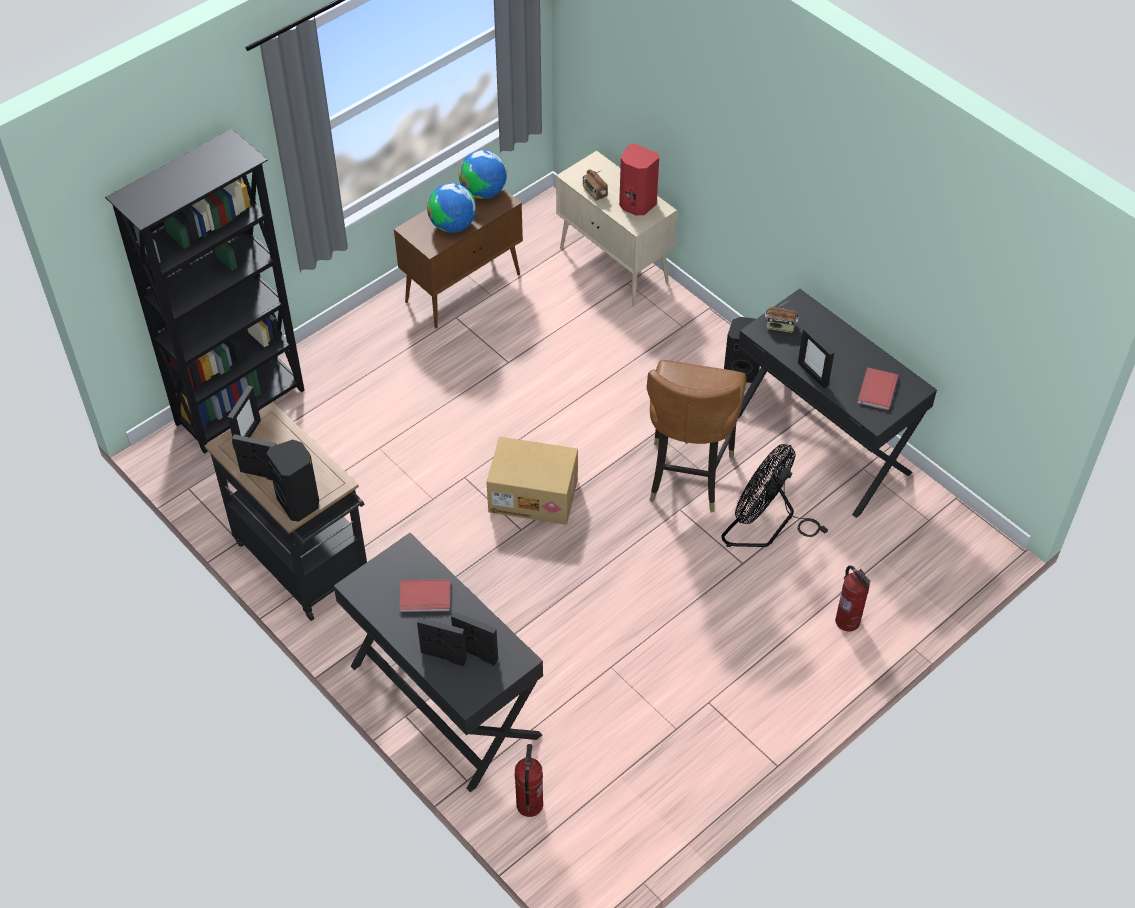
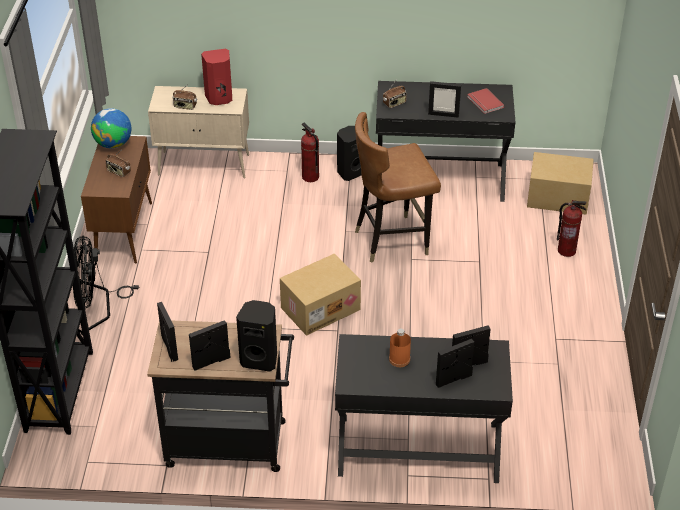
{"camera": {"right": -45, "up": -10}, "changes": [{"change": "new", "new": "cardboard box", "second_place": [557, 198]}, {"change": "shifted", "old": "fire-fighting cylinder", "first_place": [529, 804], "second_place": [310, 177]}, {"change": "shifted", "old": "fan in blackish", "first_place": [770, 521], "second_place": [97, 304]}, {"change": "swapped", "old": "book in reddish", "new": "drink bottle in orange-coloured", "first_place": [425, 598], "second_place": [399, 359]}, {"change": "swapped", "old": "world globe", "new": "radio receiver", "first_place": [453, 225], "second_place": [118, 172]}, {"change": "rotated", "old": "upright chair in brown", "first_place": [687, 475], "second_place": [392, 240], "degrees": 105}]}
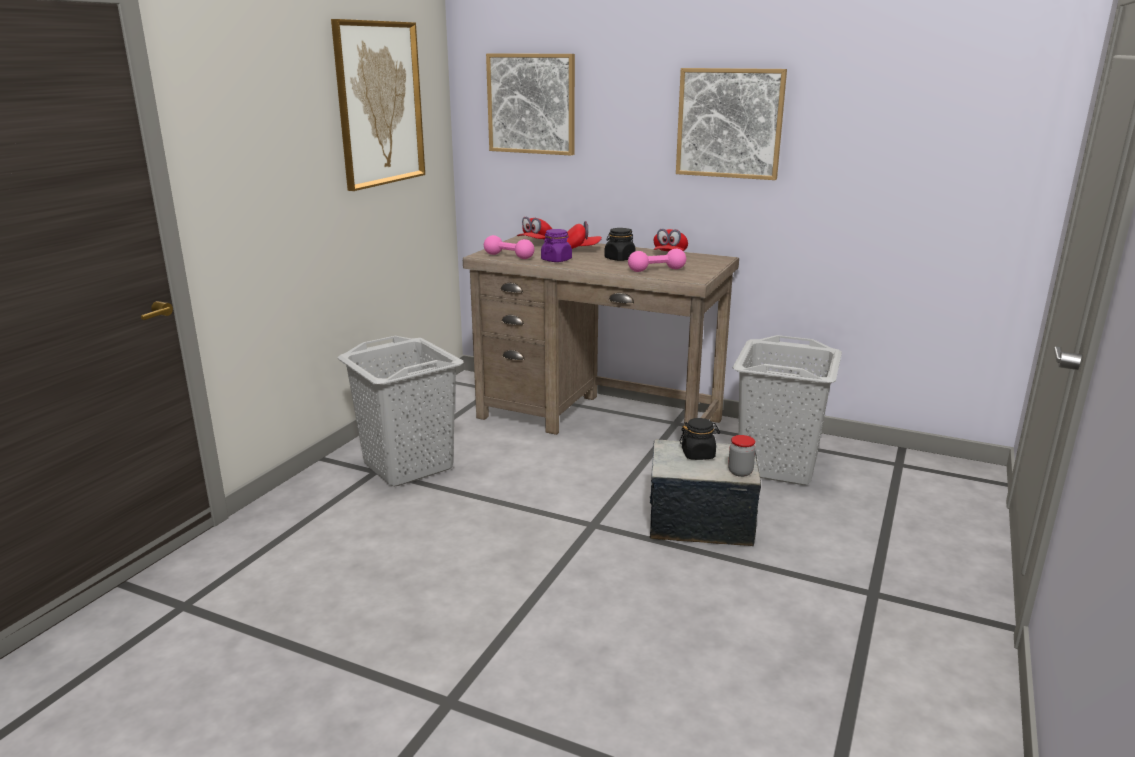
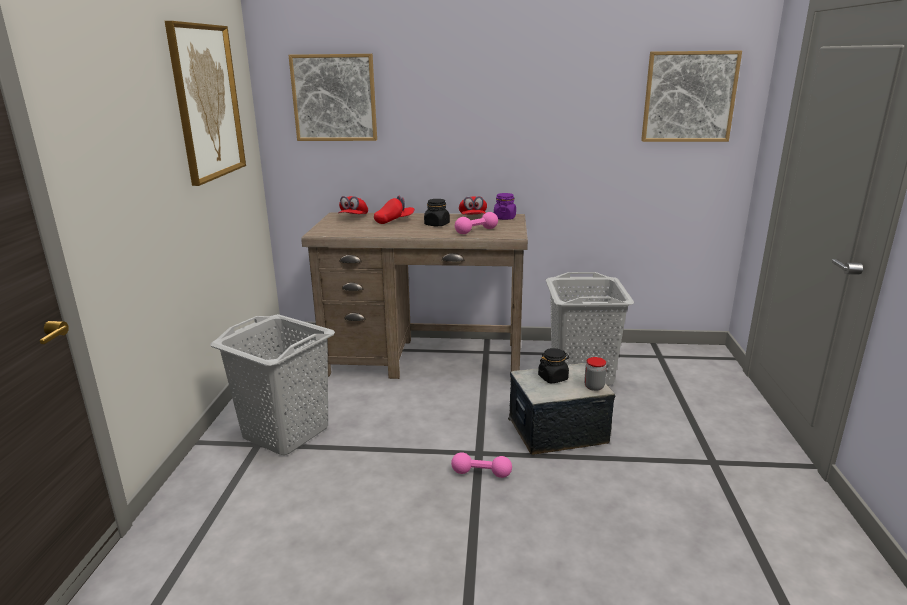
{"camera": {"right": -20, "up": 0}, "changes": [{"change": "shifted", "old": "dumbbell in pink", "first_place": [509, 256], "second_place": [481, 473]}, {"change": "shifted", "old": "storage jar in purple", "first_place": [556, 260], "second_place": [504, 218]}, {"change": "shifted", "old": "picture", "first_place": [729, 123], "second_place": [689, 97]}]}
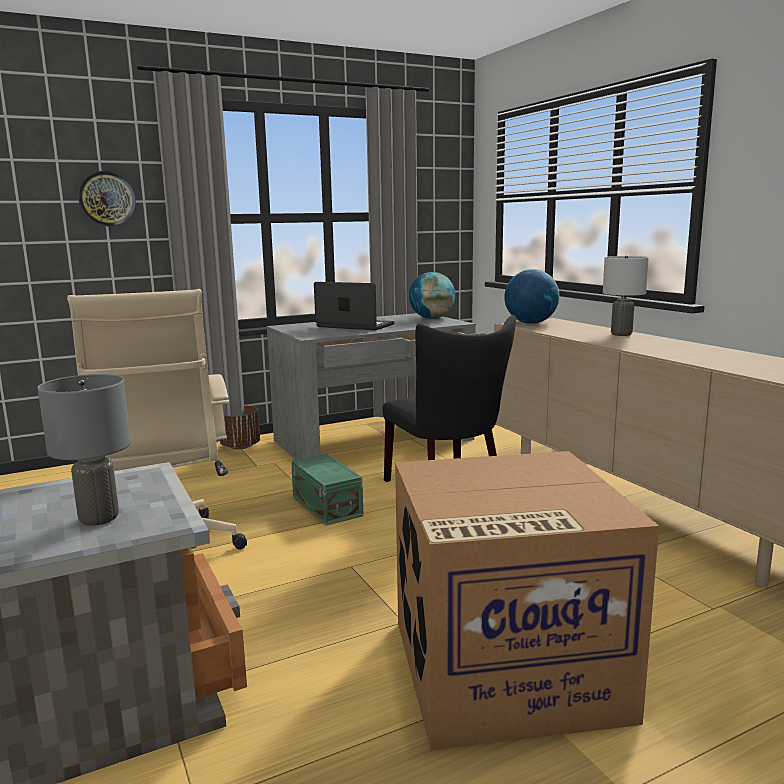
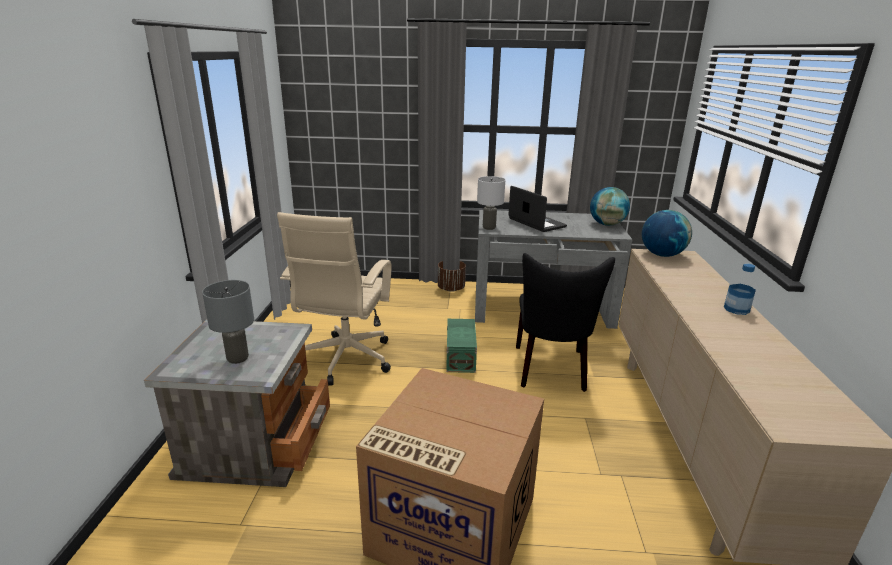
{"camera": {"right": 30, "up": 10}, "changes": [{"change": "gone", "old": "hanging clock", "first_place": [107, 199]}, {"change": "new", "new": "drink bottle", "second_place": [736, 309]}, {"change": "shifted", "old": "tabletop lamp in white", "first_place": [620, 334], "second_place": [488, 228]}]}
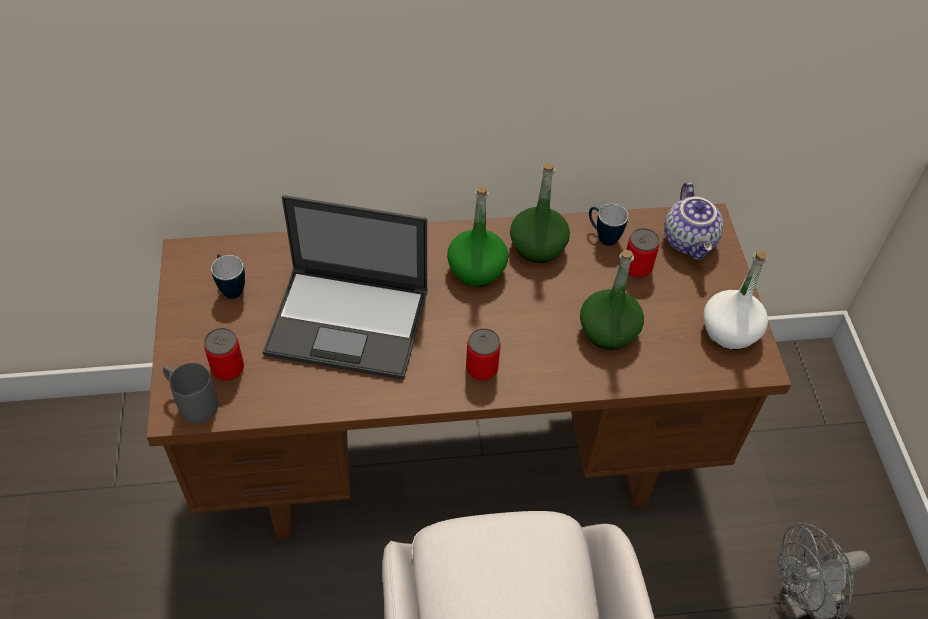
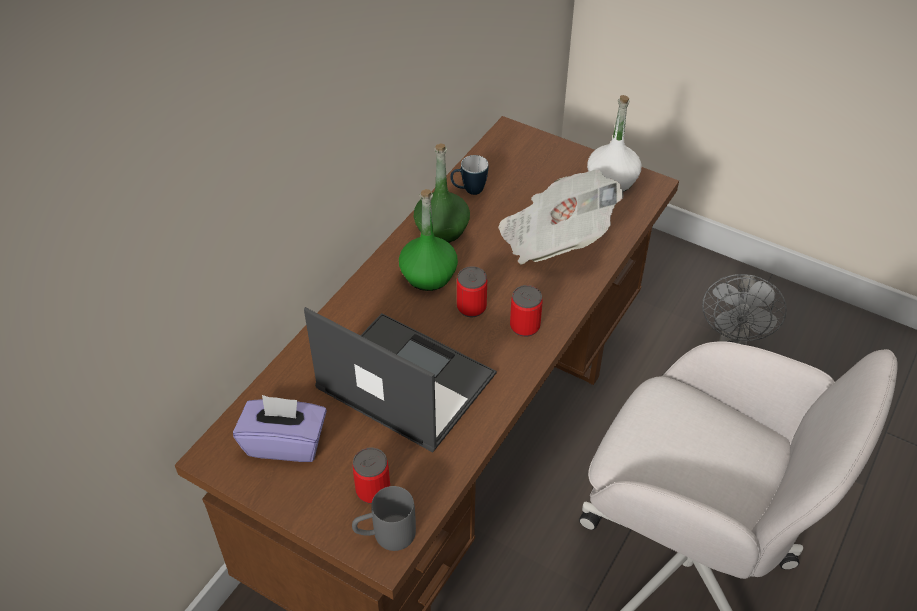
{"camera": {"right": -50, "up": -5}, "changes": [{"change": "gone", "old": "teapot", "first_place": [690, 241]}, {"change": "shifted", "old": "sealed can", "first_place": [637, 268], "second_place": [471, 307]}, {"change": "swapped", "old": "coffee mug", "new": "box of tissues in purple", "first_place": [230, 288], "second_place": [285, 443]}, {"change": "swapped", "old": "drink bottle in green", "new": "printed paper", "first_place": [608, 331], "second_place": [555, 239]}, {"change": "rotated", "old": "portable computer", "first_place": [350, 322], "second_place": [403, 381], "degrees": -105}]}
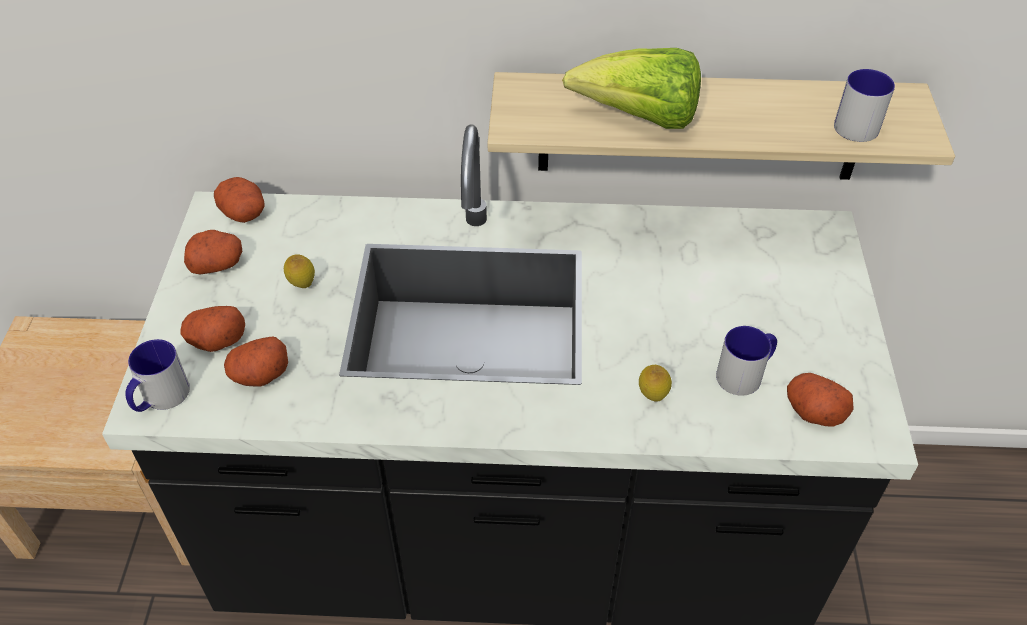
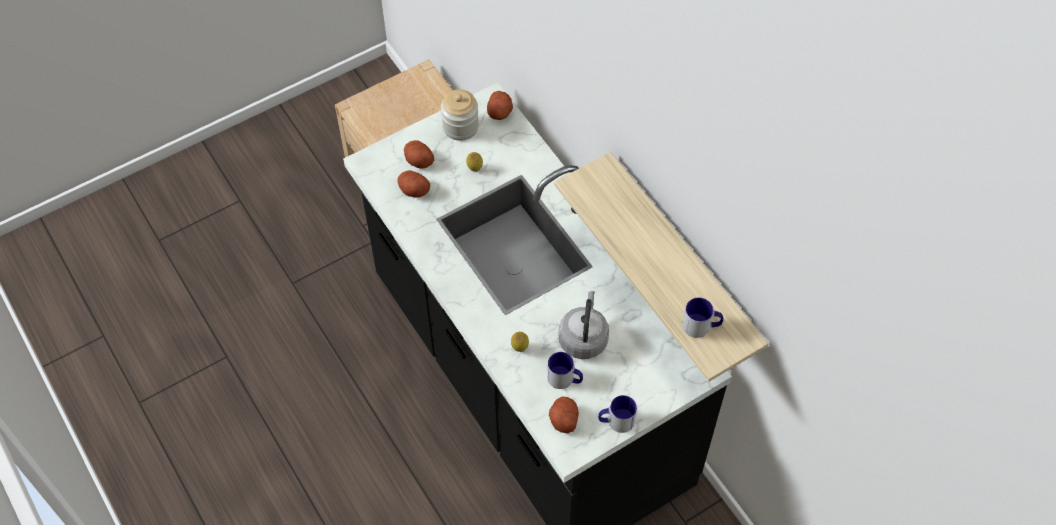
{"camera": {"right": 55, "up": 10}, "changes": [{"change": "gone", "old": "lettuce head", "first_place": [639, 119]}, {"change": "new", "new": "kettle in greyish", "second_place": [583, 338]}, {"change": "shifted", "old": "coffee mug", "first_place": [160, 398], "second_place": [616, 421]}, {"change": "swapped", "old": "spud", "new": "storage jar", "first_place": [217, 264], "second_place": [460, 127]}]}
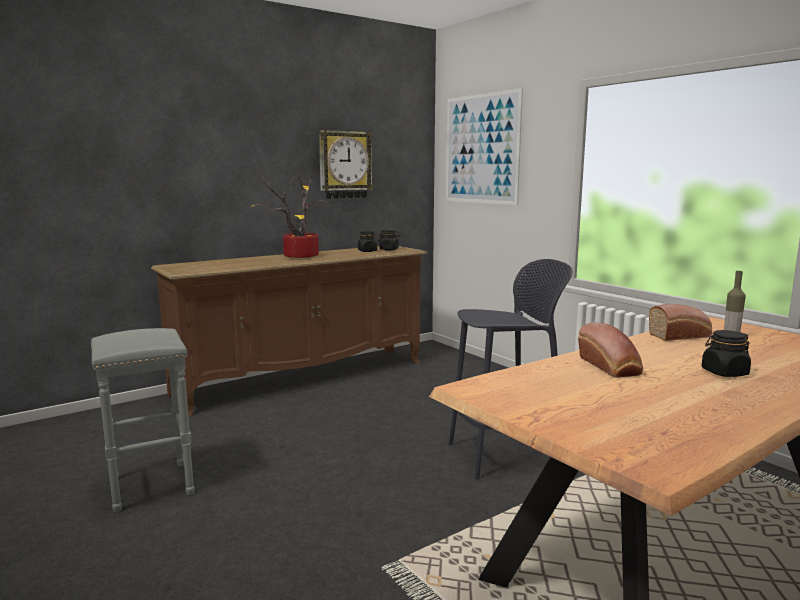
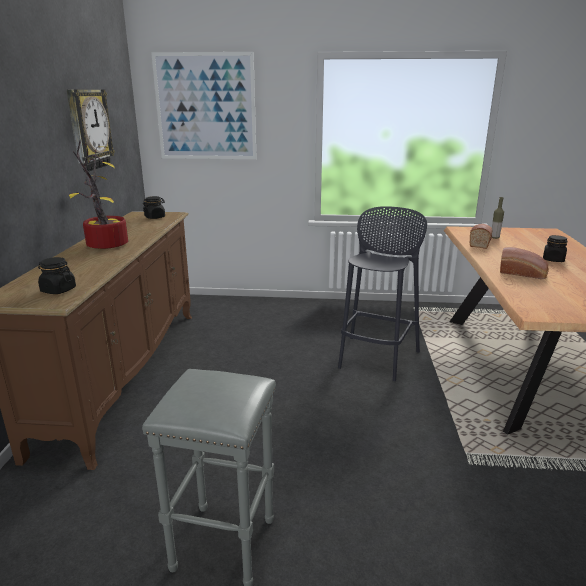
{"camera": {"right": -50, "up": 10}, "changes": [{"change": "shifted", "old": "storage jar in blackish", "first_place": [367, 251], "second_place": [58, 290]}]}
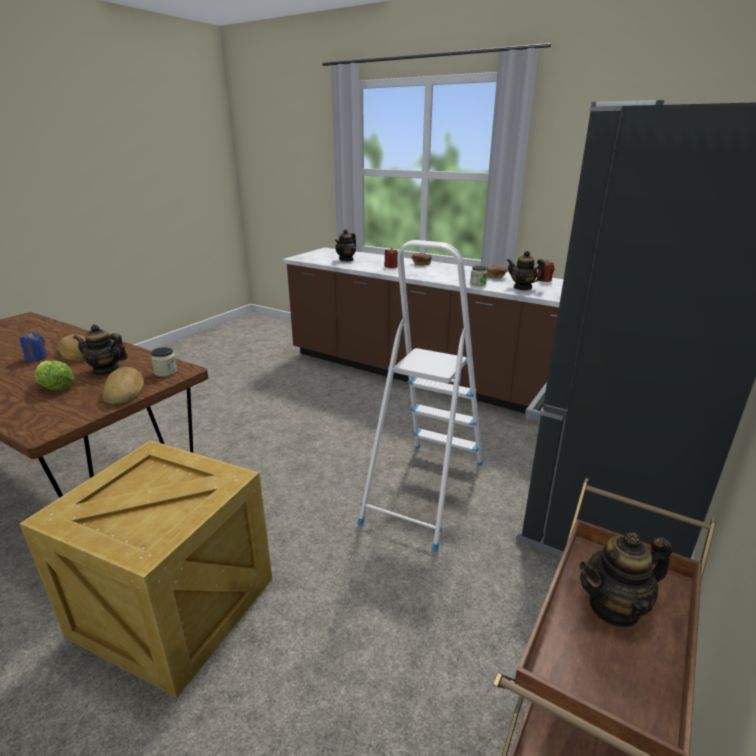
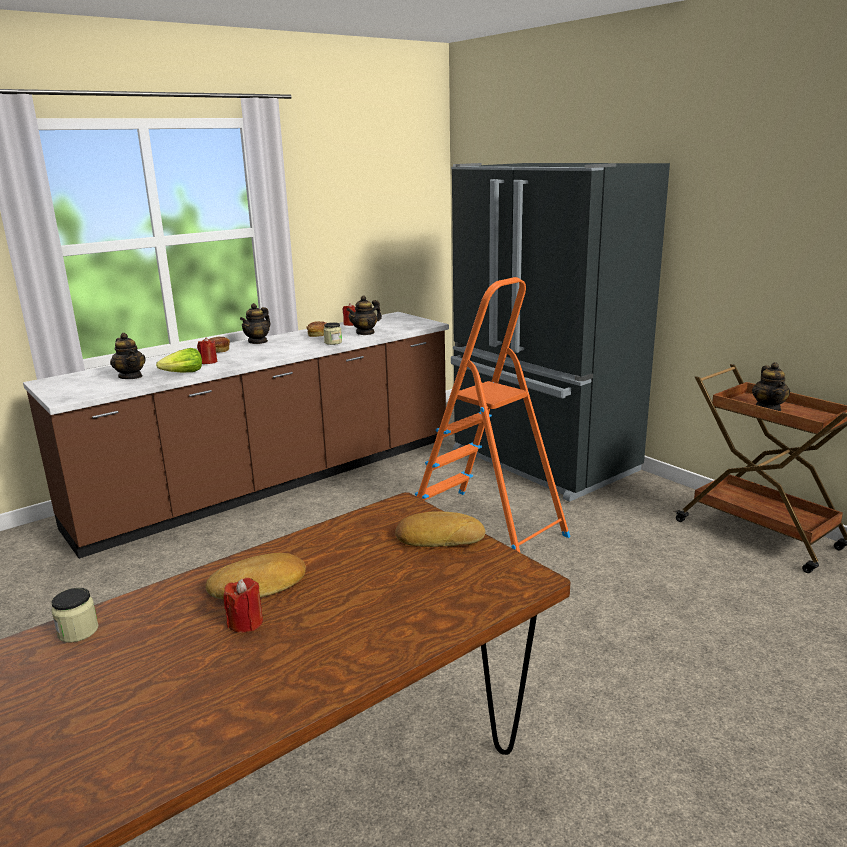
{"camera": {"right": -70, "up": -5}, "changes": [{"change": "gone", "old": "packing crate", "first_place": [178, 605]}, {"change": "shifted", "old": "lettuce head", "first_place": [55, 386], "second_place": [183, 373]}, {"change": "shifted", "old": "teapot", "first_place": [106, 370], "second_place": [258, 341]}, {"change": "shifted", "old": "storage jar", "first_place": [166, 372], "second_place": [78, 631]}, {"change": "repainted", "old": "wax candle in blue-coloured", "new": "wax candle in reddish", "first_place": [36, 358], "second_place": [246, 623]}, {"change": "repainted", "old": "step ladder in white", "new": "step ladder in orange-coloured", "first_place": [425, 490], "second_place": [486, 525]}]}
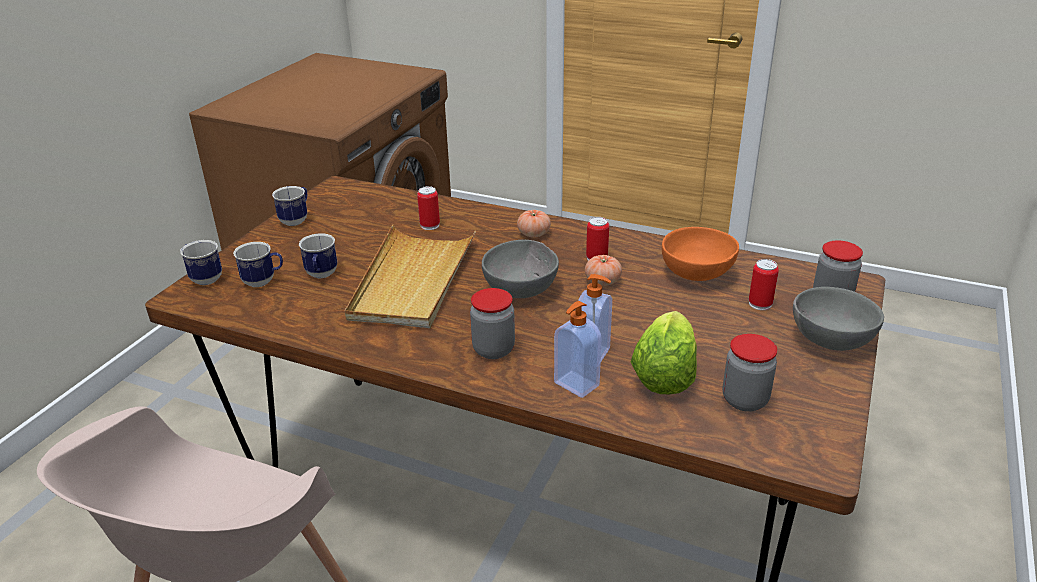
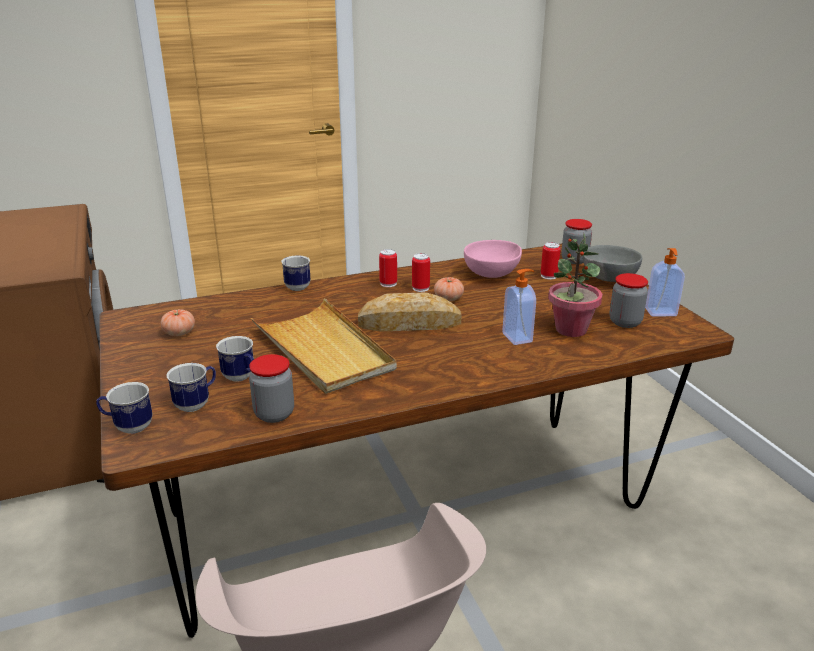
{"camera": {"right": -45, "up": -5}, "changes": [{"change": "shifted", "old": "coffee mug", "first_place": [296, 220], "second_place": [297, 286]}, {"change": "shifted", "old": "sealed can", "first_place": [430, 225], "second_place": [388, 283]}, {"change": "shifted", "old": "storage jar", "first_place": [493, 349], "second_place": [274, 414]}, {"change": "shifted", "old": "tomato", "first_place": [533, 234], "second_place": [179, 333]}, {"change": "shifted", "old": "soap bottle", "first_place": [575, 385], "second_place": [661, 312]}, {"change": "swapped", "old": "bowl in greyish", "new": "bread", "first_place": [522, 289], "second_place": [409, 323]}, {"change": "swapped", "old": "lettuce head", "new": "houseplant", "first_place": [664, 376], "second_place": [570, 329]}, {"change": "repainted", "old": "bowl in orange-coloured", "new": "bowl in pink", "first_place": [698, 275], "second_place": [493, 274]}]}
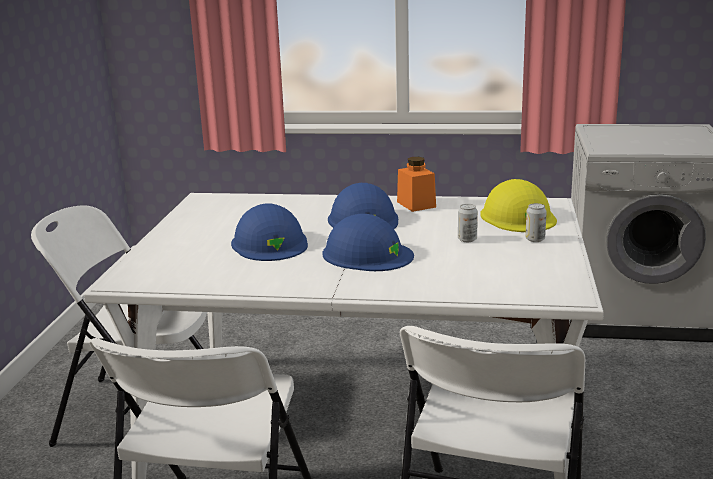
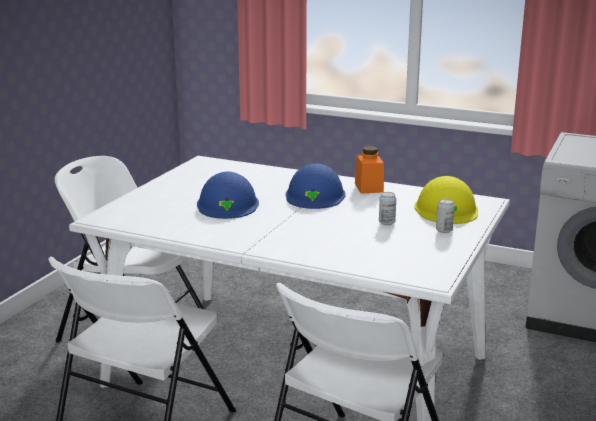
{"camera": {"right": 15, "up": 0}, "changes": [{"change": "gone", "old": "safety helmet in blue-coloured", "first_place": [367, 254]}]}
